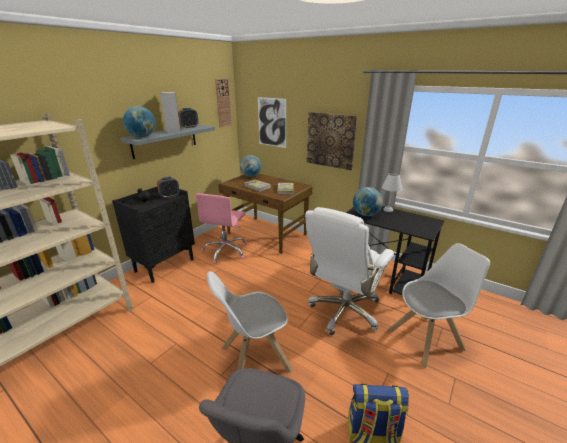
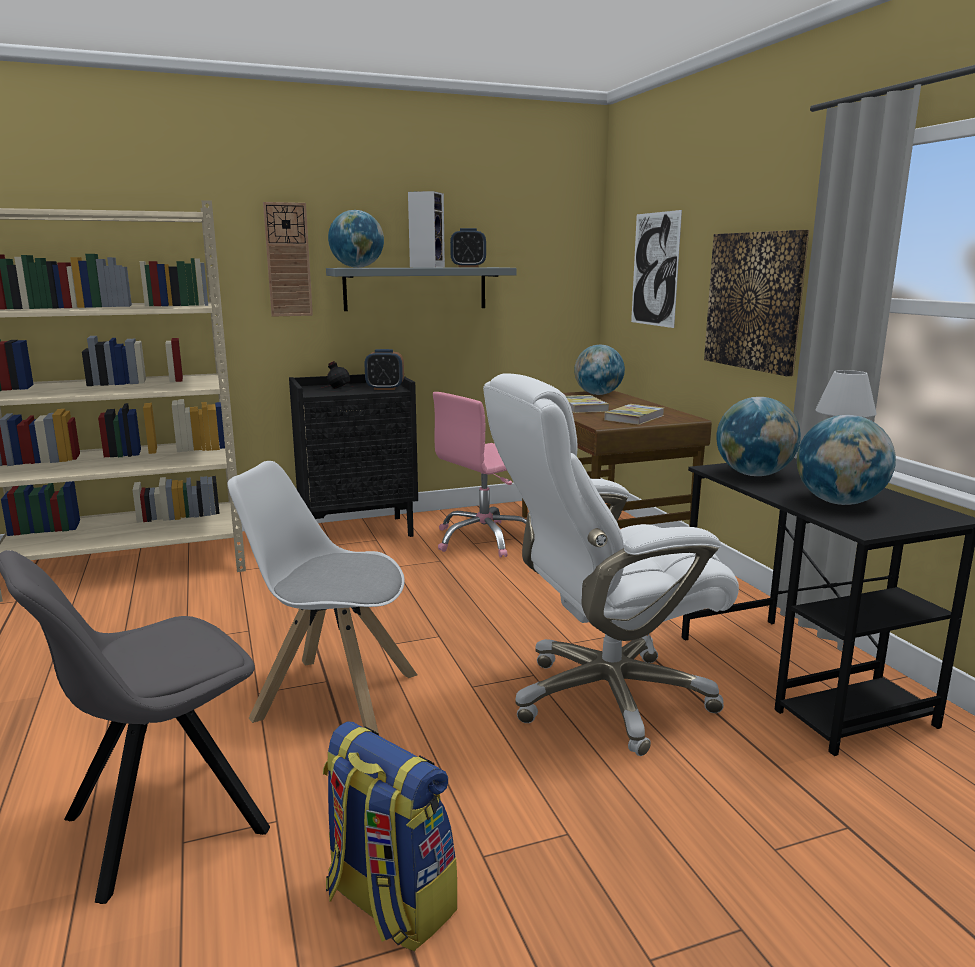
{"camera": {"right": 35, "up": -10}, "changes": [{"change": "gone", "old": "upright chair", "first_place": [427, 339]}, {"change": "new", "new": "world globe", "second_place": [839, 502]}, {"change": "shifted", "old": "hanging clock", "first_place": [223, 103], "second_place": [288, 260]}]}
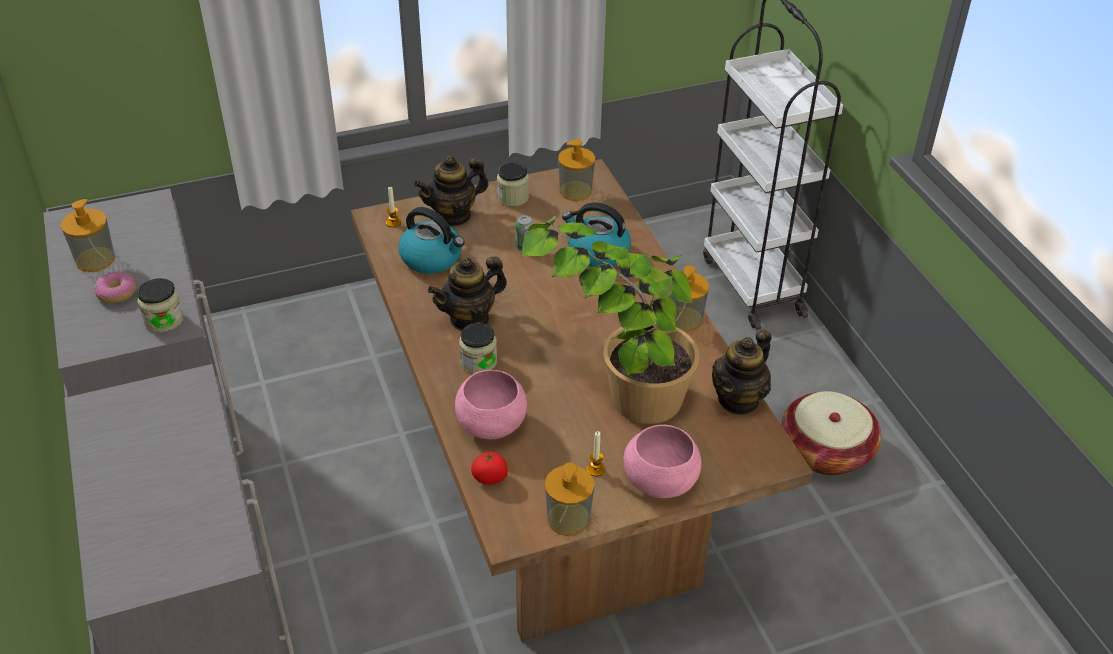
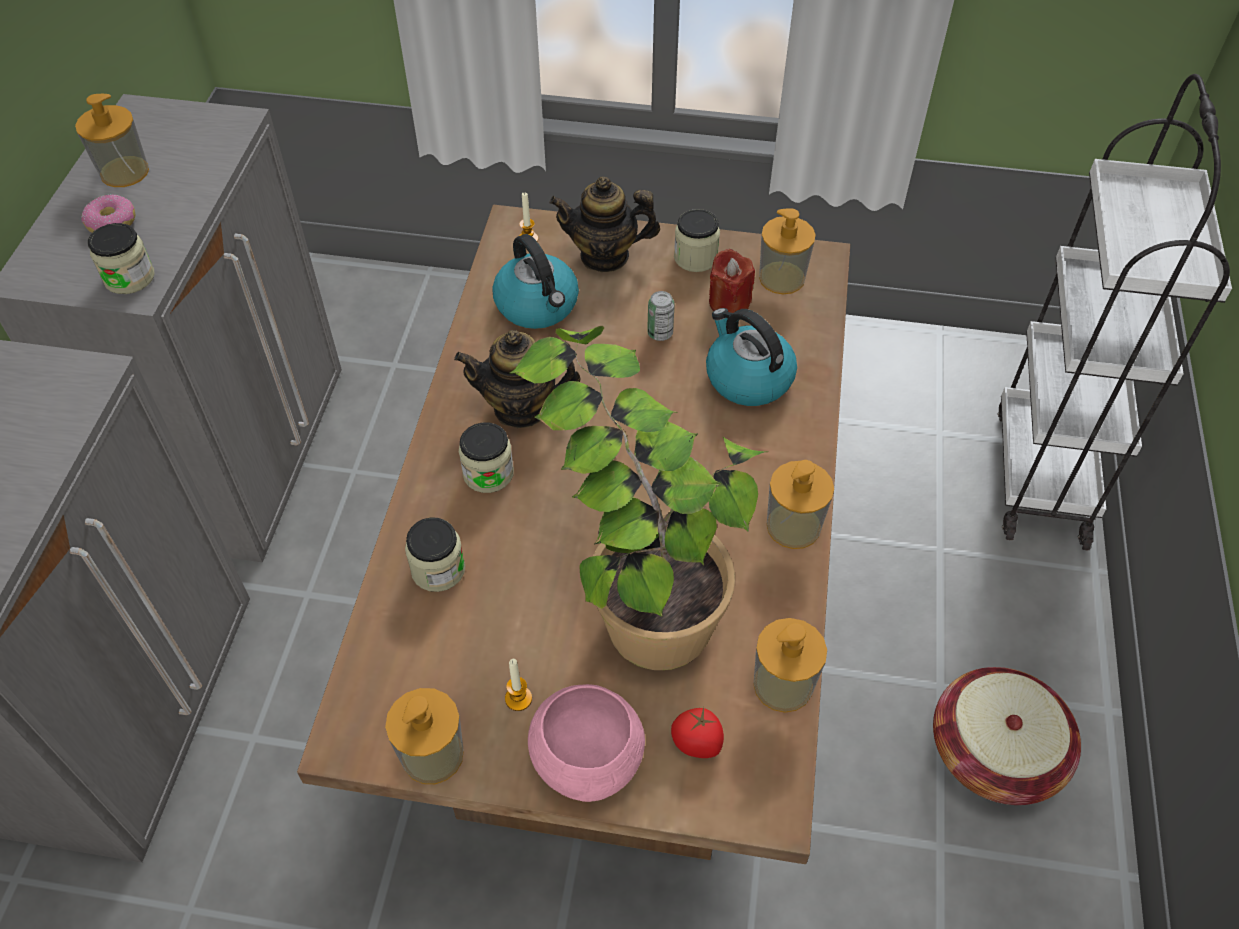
{"camera": {"right": 30, "up": 10}, "changes": [{"change": "new", "new": "wax candle in reddish", "second_place": [729, 302]}, {"change": "shifted", "old": "tomato", "first_place": [490, 477], "second_place": [698, 742]}, {"change": "swapped", "old": "bowl in pink", "new": "storage jar", "first_place": [490, 425], "second_place": [438, 569]}, {"change": "swapped", "old": "teapot", "new": "soap bottle", "first_place": [738, 399], "second_place": [783, 685]}]}
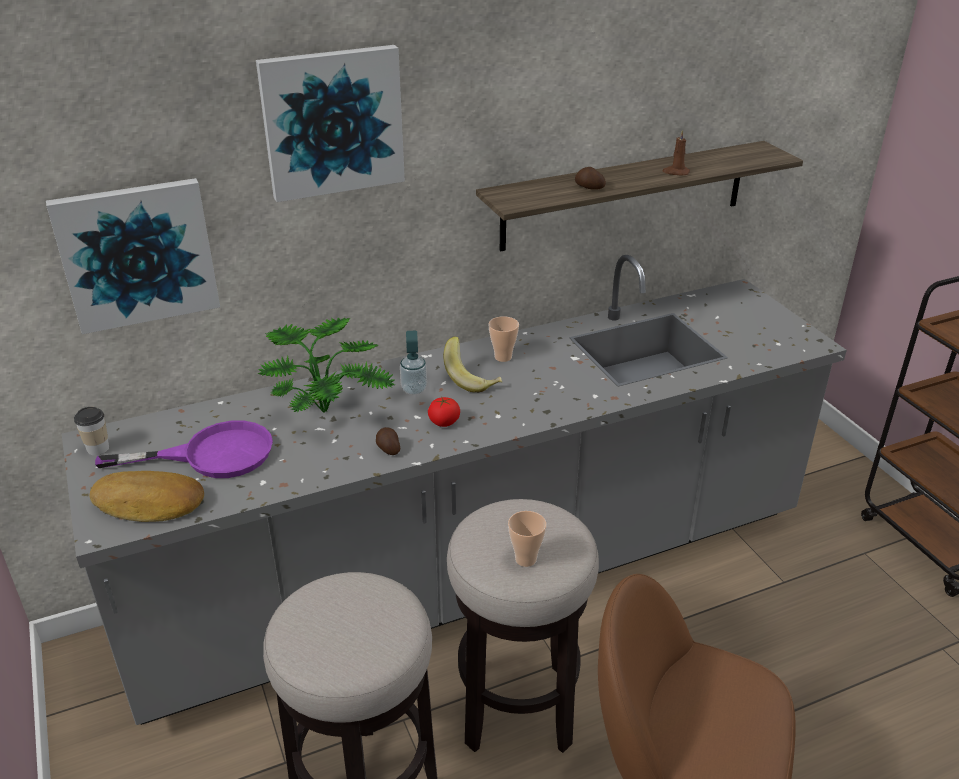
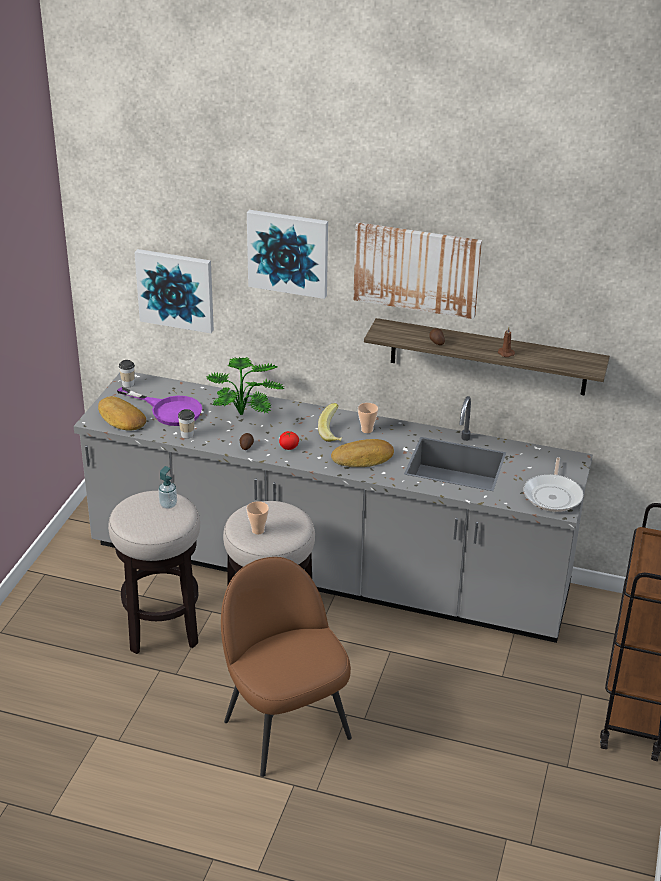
{"camera": {"right": 40, "up": 0}, "changes": [{"change": "new", "new": "small cup", "second_place": [187, 435]}, {"change": "new", "new": "bread", "second_place": [363, 458]}, {"change": "new", "new": "picture", "second_place": [416, 269]}, {"change": "new", "new": "skillet", "second_place": [553, 495]}, {"change": "shifted", "old": "soap bottle", "first_place": [414, 389], "second_place": [168, 505]}]}
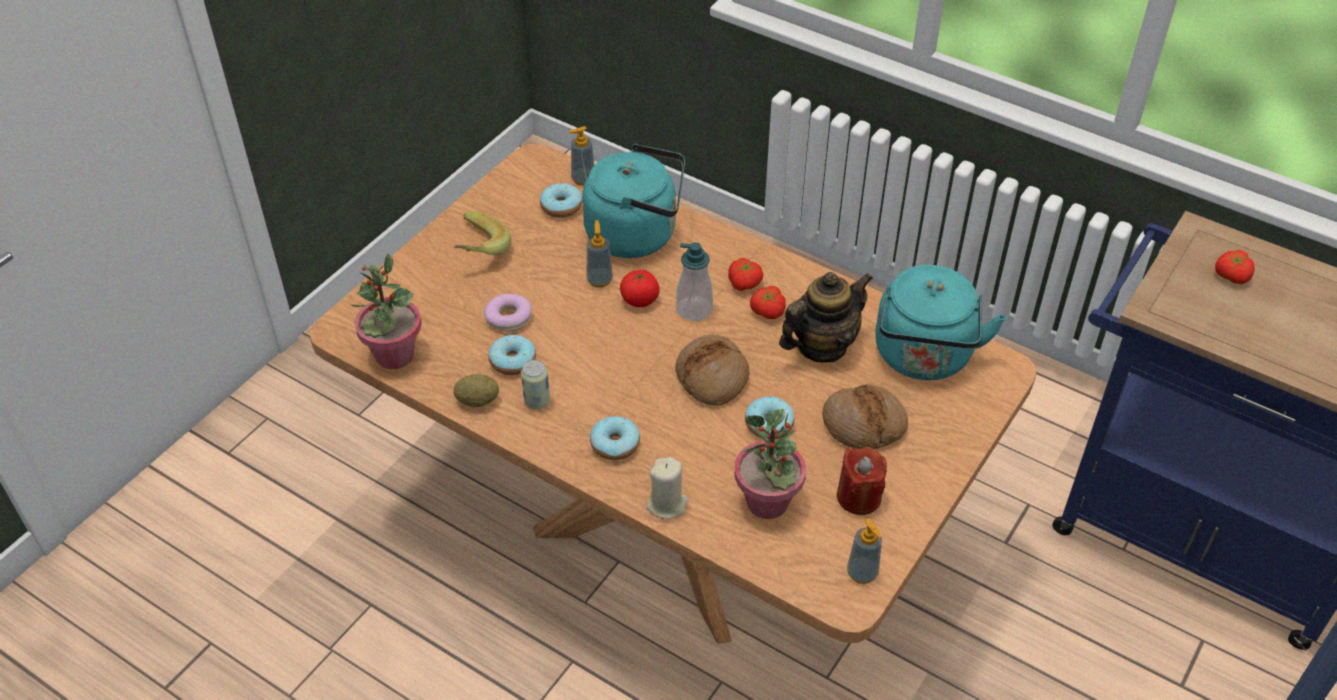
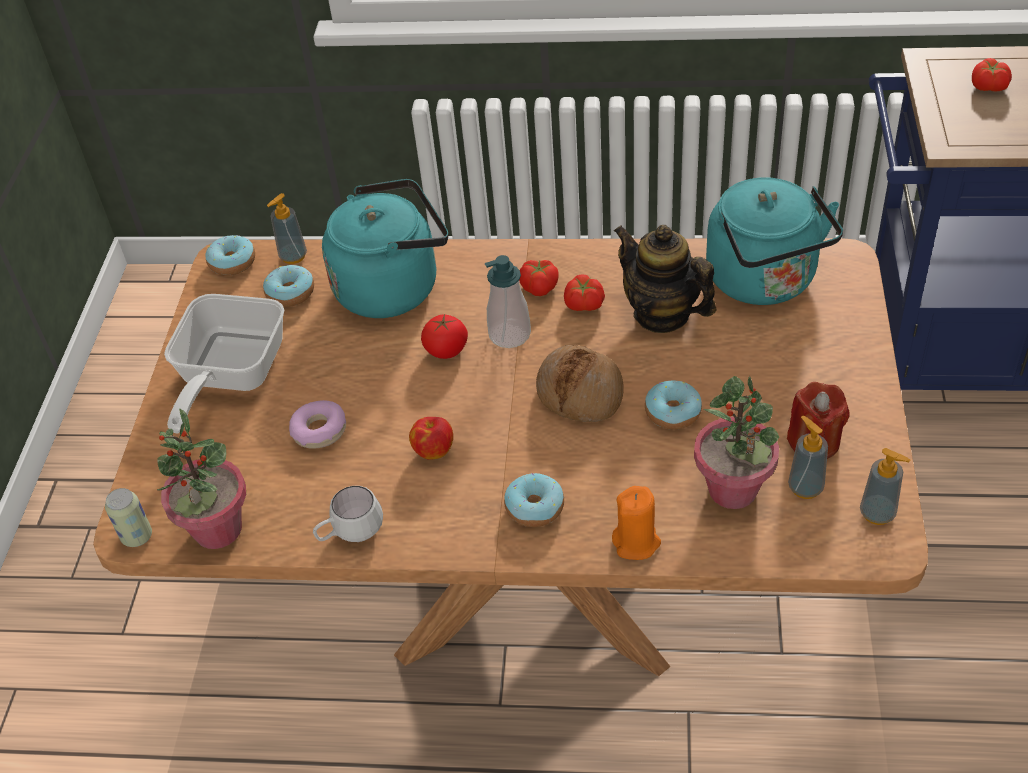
{"camera": {"right": -25, "up": 0}, "changes": [{"change": "gone", "old": "bread", "first_place": [864, 424]}, {"change": "new", "new": "apple fruit", "second_place": [433, 450]}, {"change": "shifted", "old": "doughnut", "first_place": [512, 361], "second_place": [232, 262]}, {"change": "shifted", "old": "sealed can", "first_place": [537, 401], "second_place": [137, 536]}, {"change": "shifted", "old": "soap bottle", "first_place": [599, 280], "second_place": [805, 487]}, {"change": "swapped", "old": "spud", "new": "coffee mug in white", "first_place": [477, 401], "second_place": [350, 533]}, {"change": "swapped", "old": "whole banana", "new": "skillet", "first_place": [475, 250], "second_place": [228, 376]}, {"change": "repainted", "old": "wax candle in sand-coloured", "new": "wax candle in orange-coloured", "first_place": [667, 504], "second_place": [636, 542]}, {"change": "rotated", "old": "teapot", "first_place": [821, 346], "second_place": [662, 314], "degrees": -75}]}
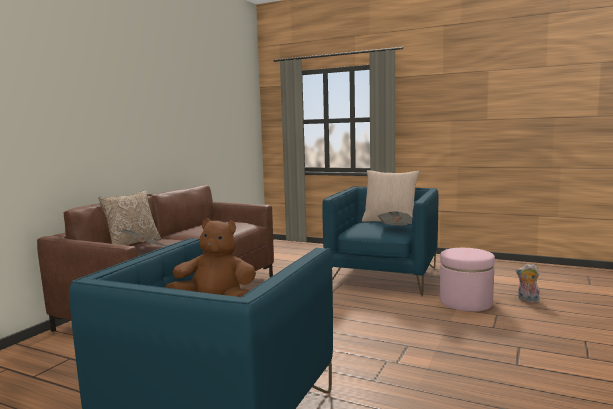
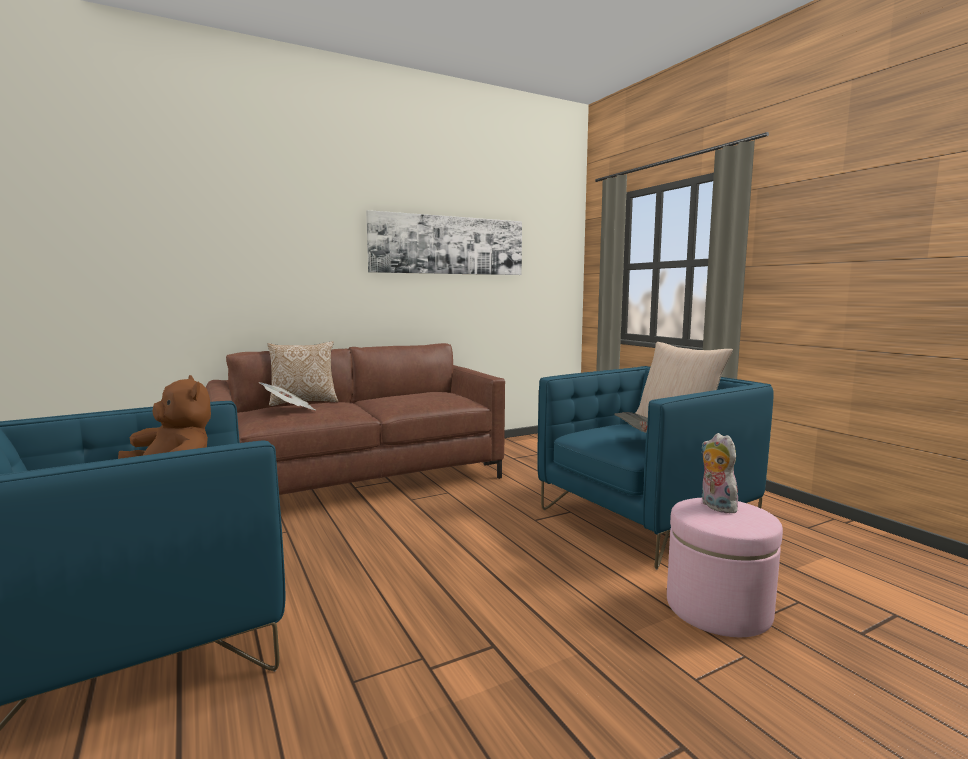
{"camera": {"right": 35, "up": 0}, "changes": [{"change": "new", "new": "picture", "second_place": [448, 245]}, {"change": "shifted", "old": "cuddly toy", "first_place": [527, 300], "second_place": [715, 506]}]}
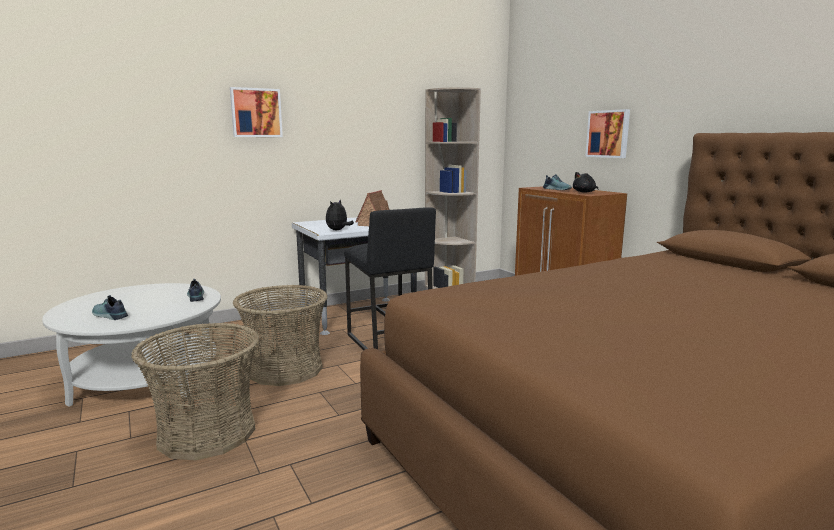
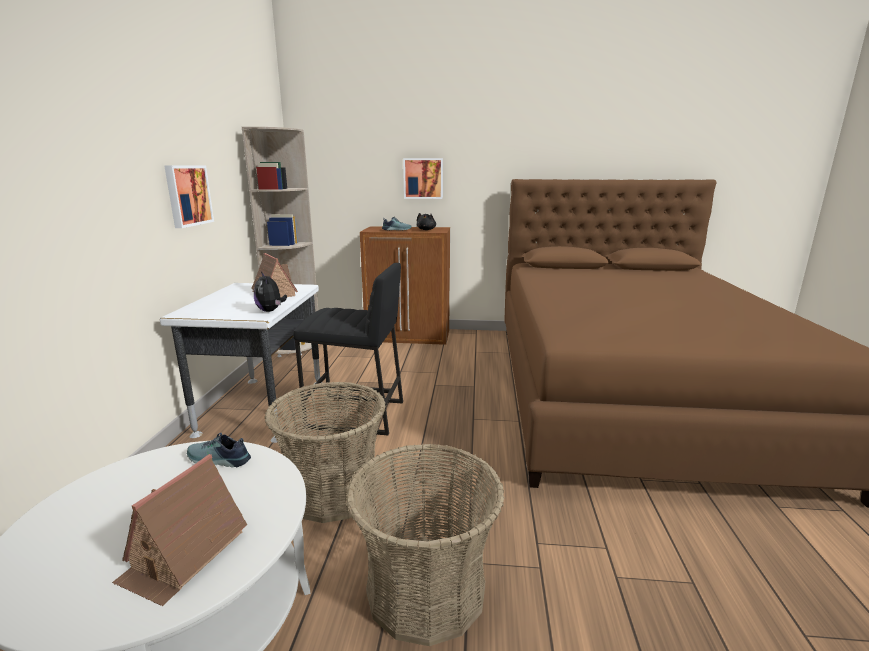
{"camera": {"right": -55, "up": 5}, "changes": [{"change": "shifted", "old": "picture", "first_place": [256, 113], "second_place": [187, 195]}, {"change": "swapped", "old": "shoe", "new": "miniature house", "first_place": [109, 316], "second_place": [184, 554]}]}
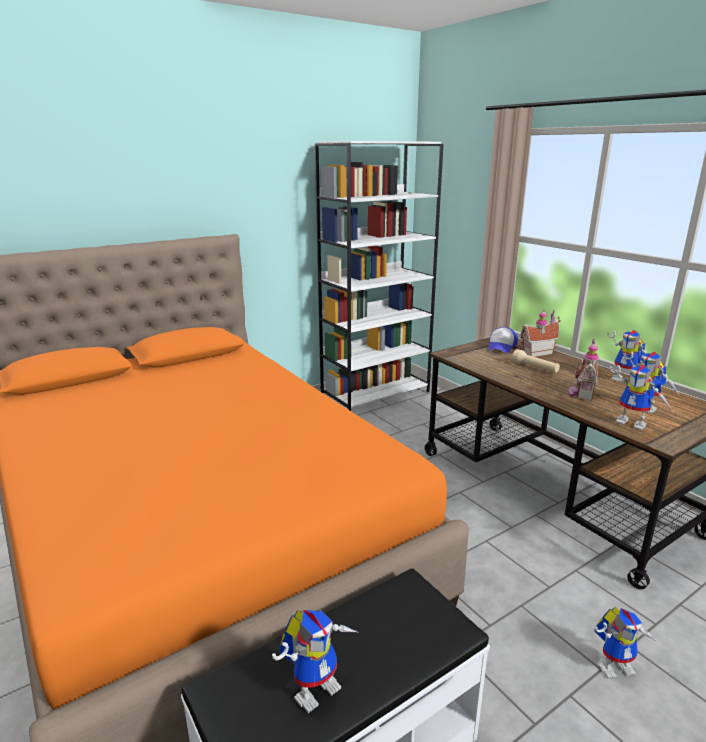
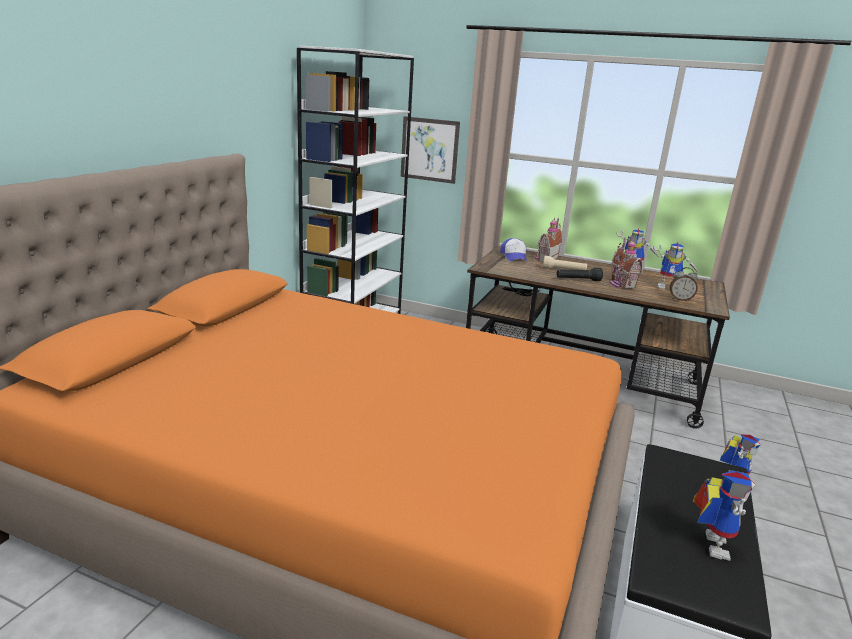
{"camera": {"right": -35, "up": 0}, "changes": [{"change": "new", "new": "picture", "second_place": [429, 150]}, {"change": "new", "new": "flashlight in blackish", "second_place": [578, 280]}, {"change": "swapped", "old": "robot figure", "new": "alarm clock", "first_place": [634, 423], "second_place": [680, 299]}]}
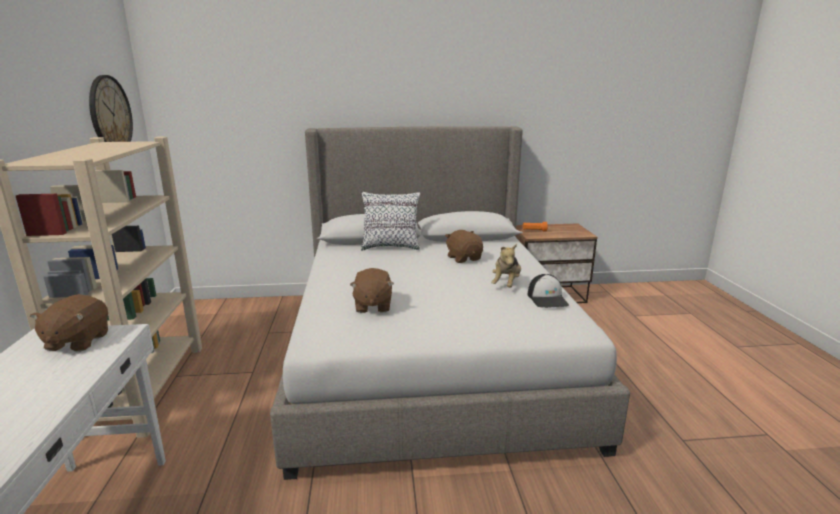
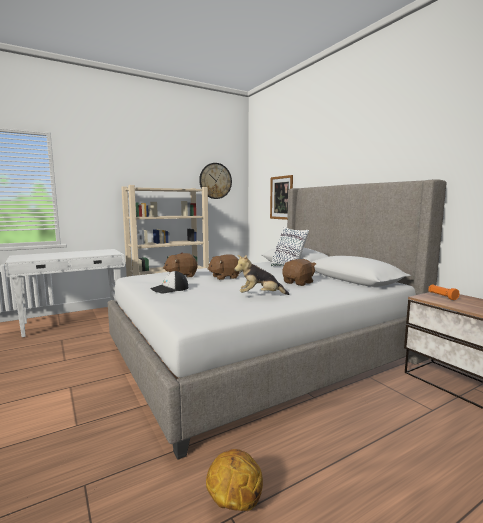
{"camera": {"right": 65, "up": -10}, "changes": [{"change": "new", "new": "ball for basketball", "second_place": [234, 503]}, {"change": "new", "new": "picture", "second_place": [281, 197]}, {"change": "shifted", "old": "cuddly toy in brown", "first_place": [77, 342], "second_place": [224, 277]}, {"change": "shifted", "old": "peaked cap", "first_place": [547, 299], "second_place": [169, 289]}]}
